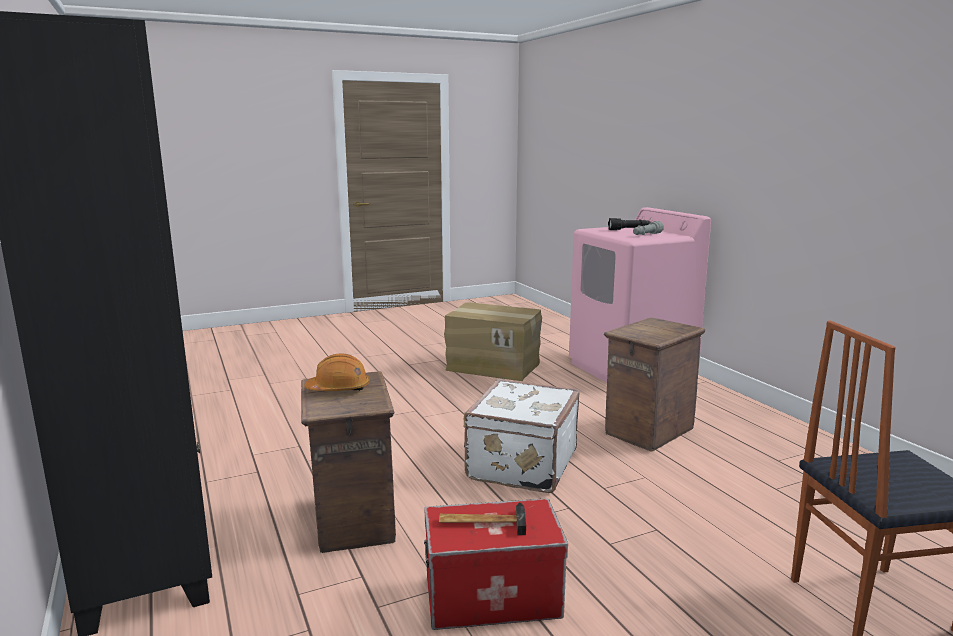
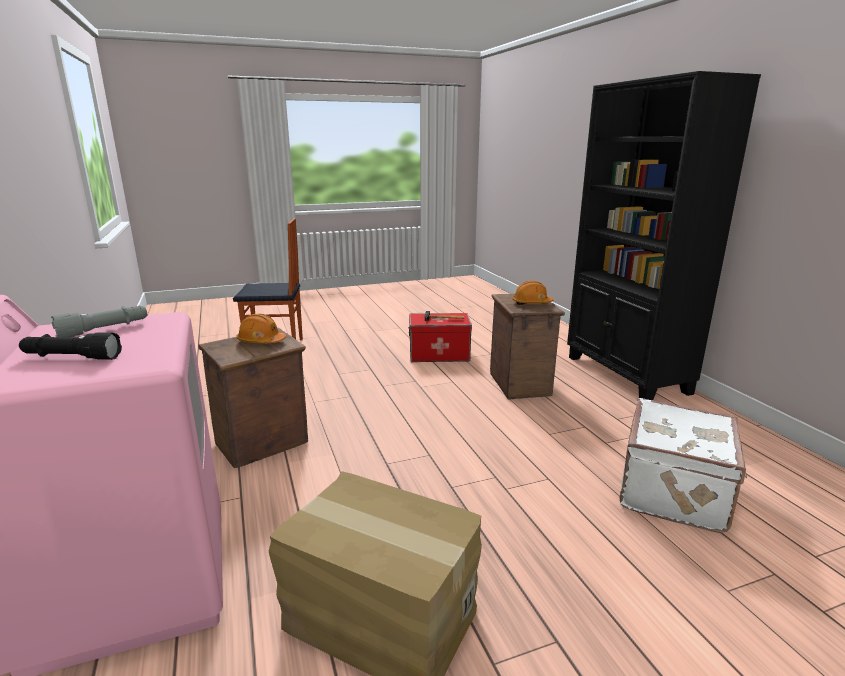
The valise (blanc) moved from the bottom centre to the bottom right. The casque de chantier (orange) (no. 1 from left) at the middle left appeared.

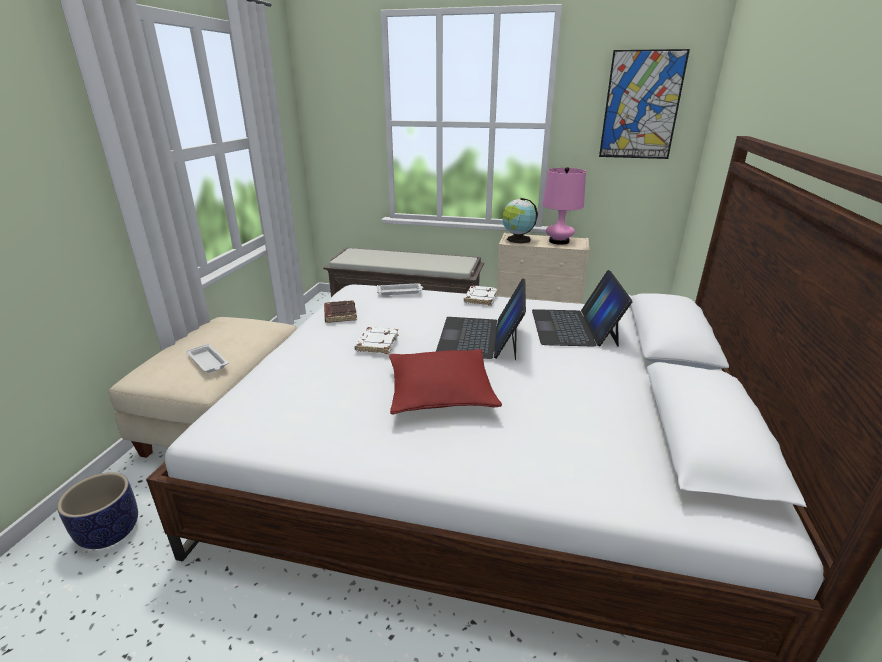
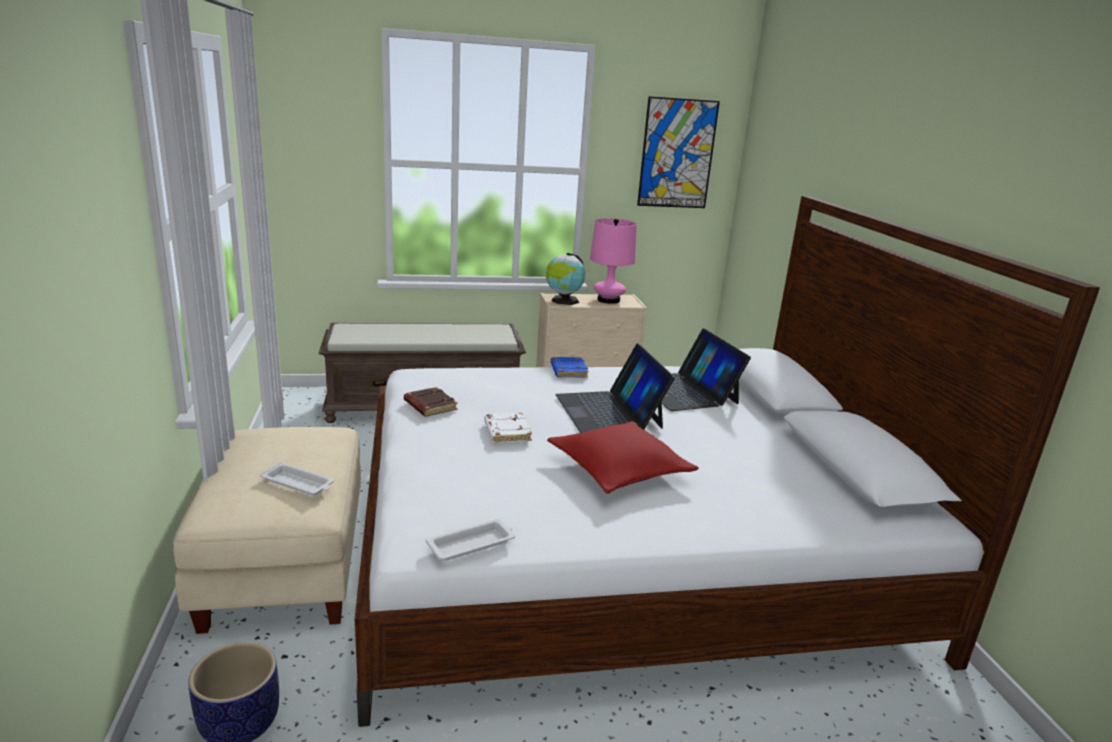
The plateau (blanc) (no. 2 from left) moved from the centre to the bottom centre. The livre (blanc) (no. 2 from left) at the centre became the livre (bleu) at the centre.

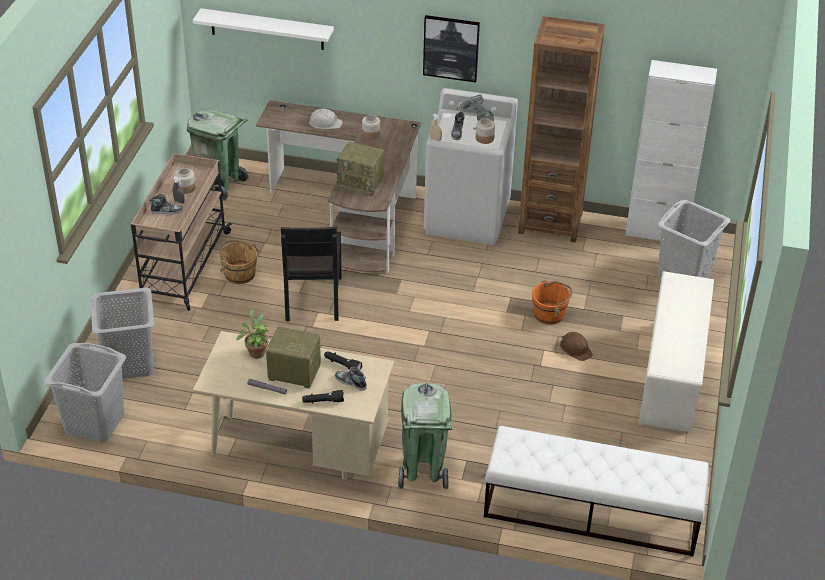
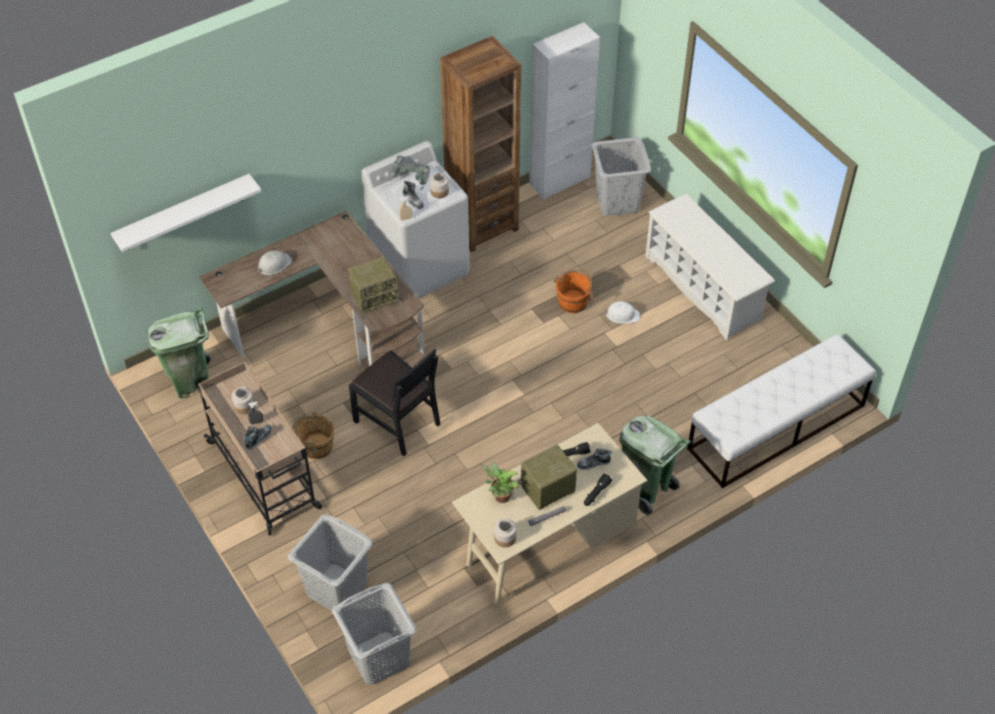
The bocal (no. 2 from left in the first image) moved from the top centre to the bottom centre. The tableau at the top centre disappeared. The casque de chantier (marron) at the middle right became the casque de chantier (blanc) (no. 2 from left) at the centre.

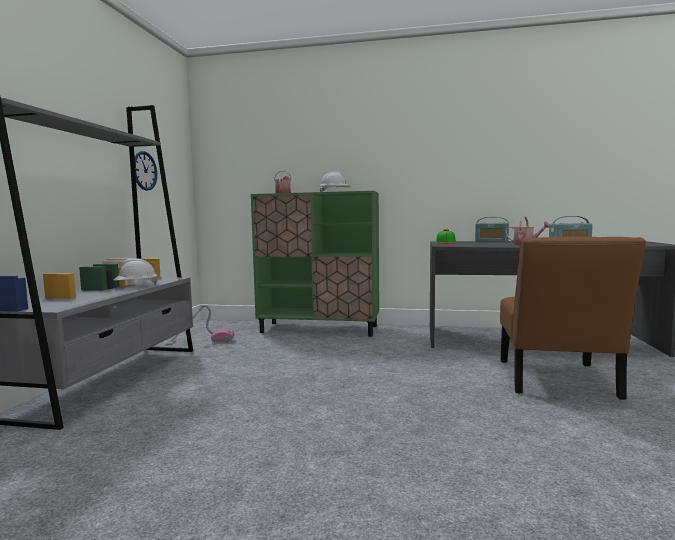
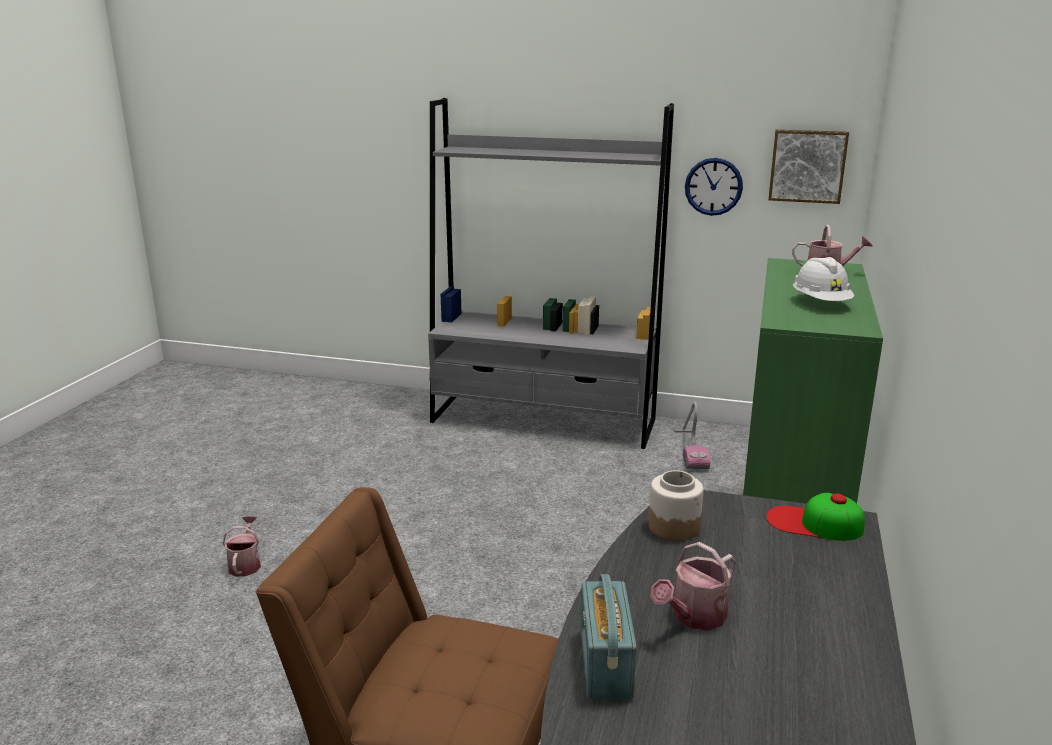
The casque de chantier (blanc) (no. 1 from left) at the middle left disappeared. The radio (no. 1 from left) at the middle right disappeared. The arrosoir (no. 1 from left) at the bottom left appeared. The bocal at the bottom centre appeared. The tableau at the top right appeared.

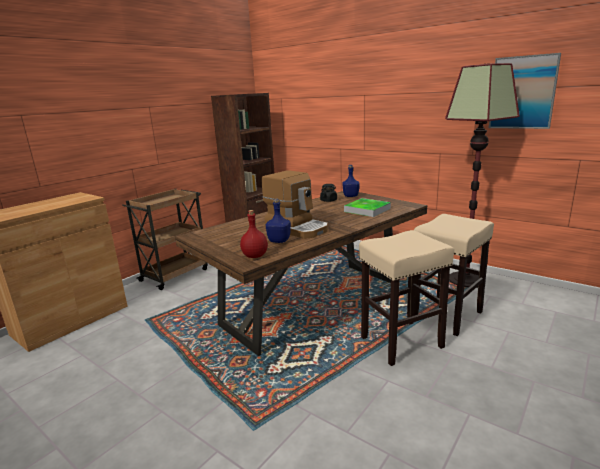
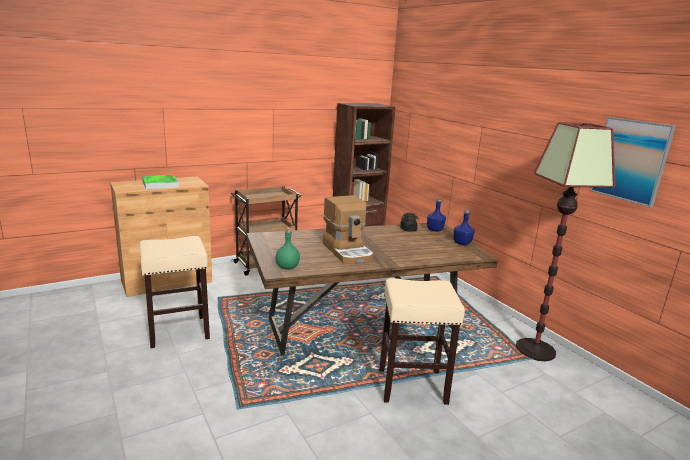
The bouteille (rouge) at the centre became the bouteille (vert) at the centre. The bouteille (bleu) (no. 1 from left in the first image) moved from the centre to the middle right. The plateau moved from the centre to the middle left. The tabouret (beige) (no. 2 from left in the first image) moved from the middle right to the middle left.

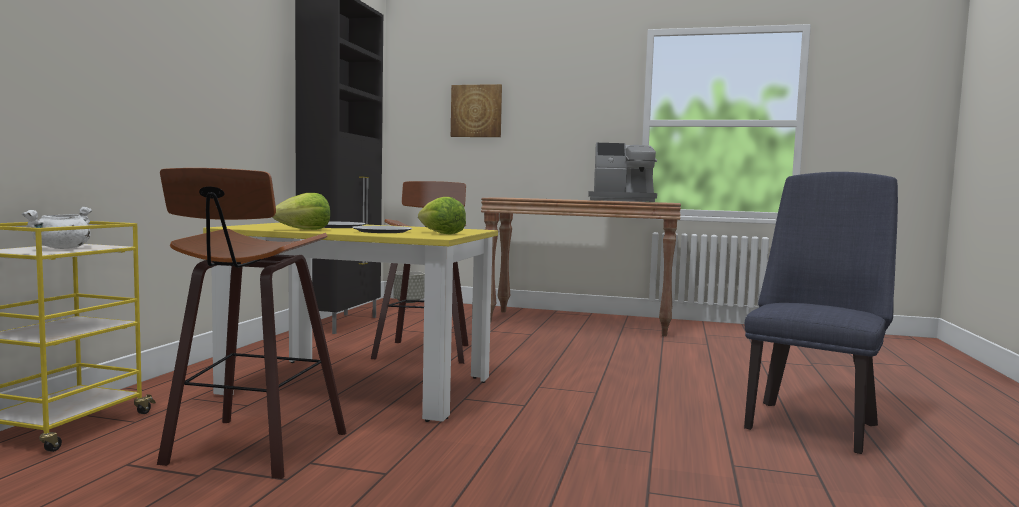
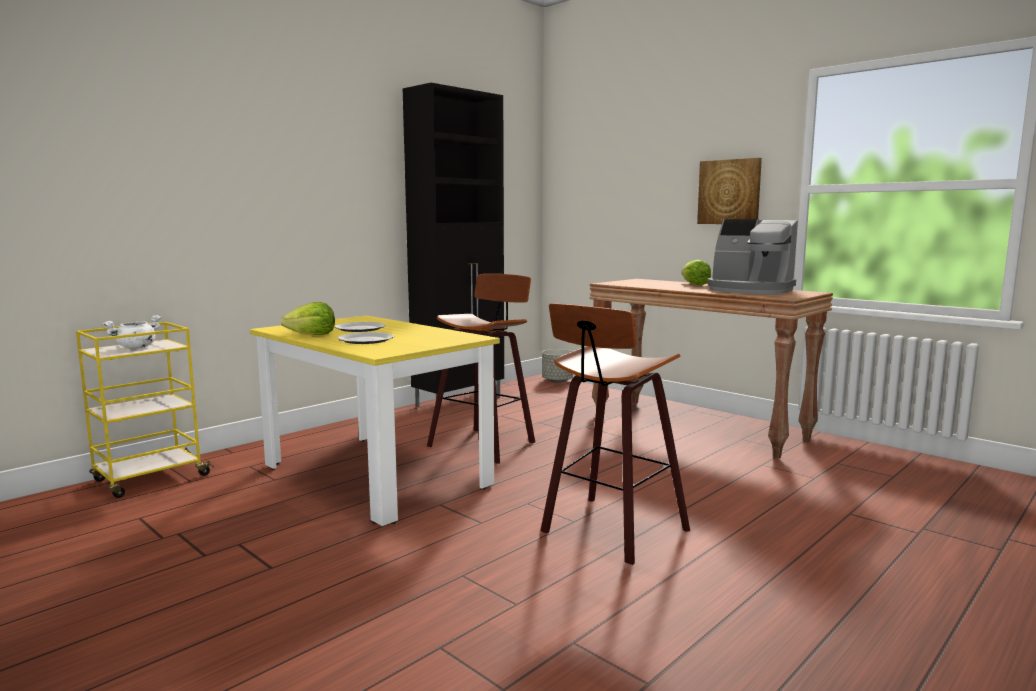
The tabouret (no. 1 from left in the first image) moved from the middle left to the centre. The laitue (no. 2 from left) moved from the centre to the middle right. The tableau moved from the top centre to the top right. The chaise (bleu) at the middle right disappeared.

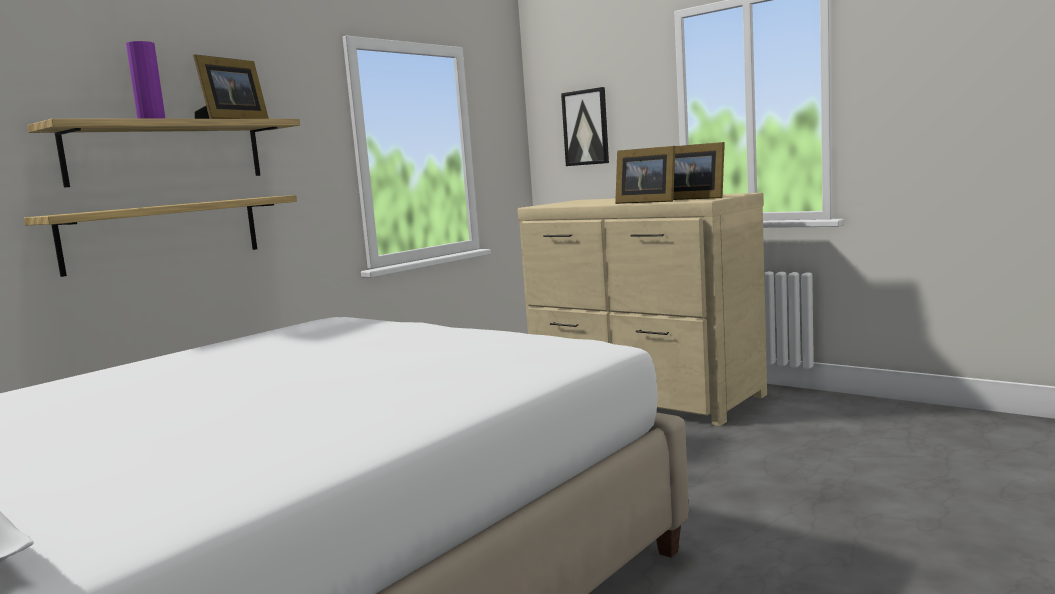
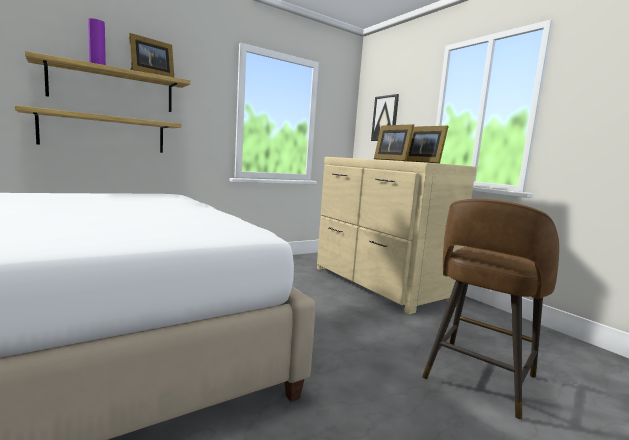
The tabouret (marron) at the bottom right appeared.

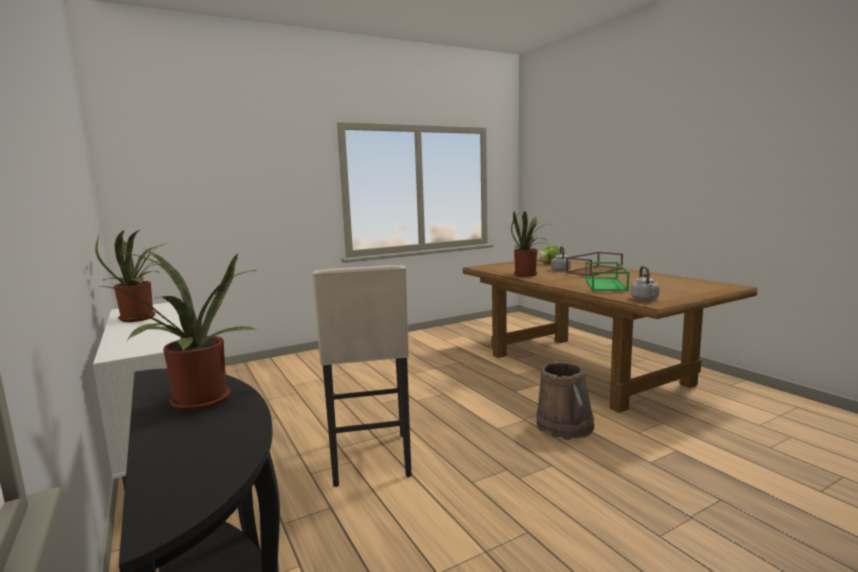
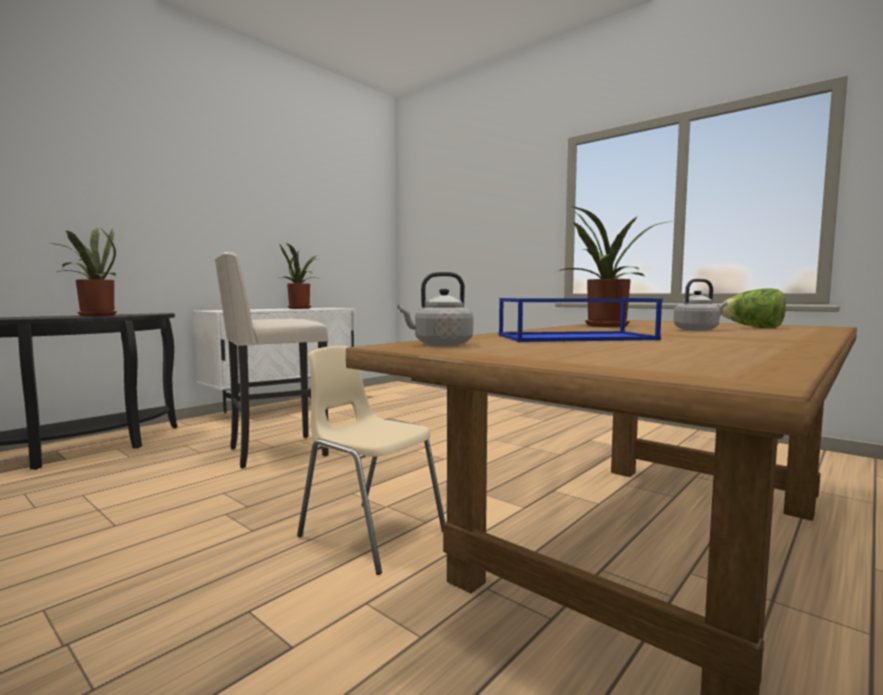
The seau (marron) at the bottom centre was replaced by the chaise (beige) at the centre. The plateau (marron) at the middle right disappeared. The plateau (vert) at the middle right became the plateau (bleu) at the centre.

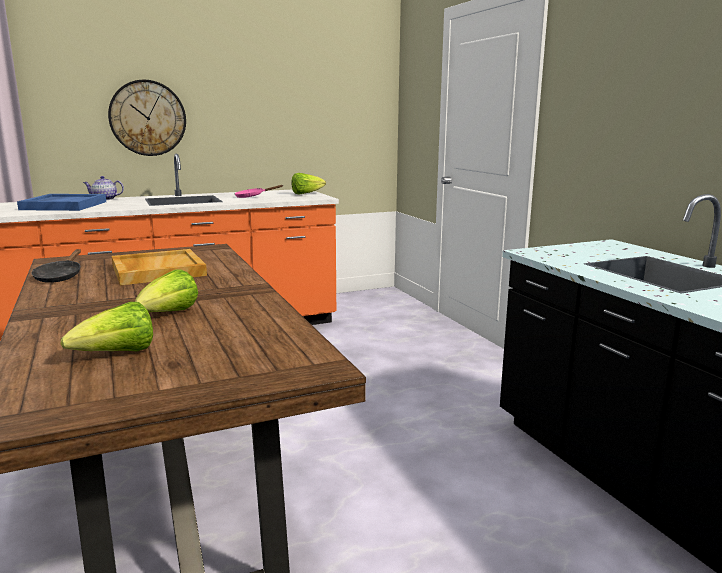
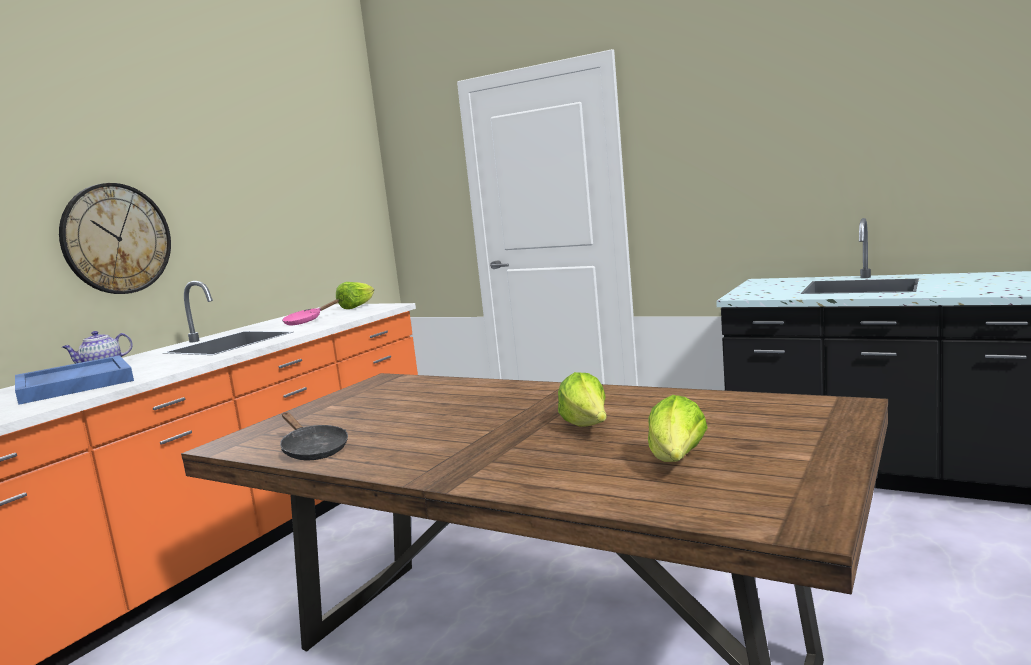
The plateau (beige) at the middle left disappeared.

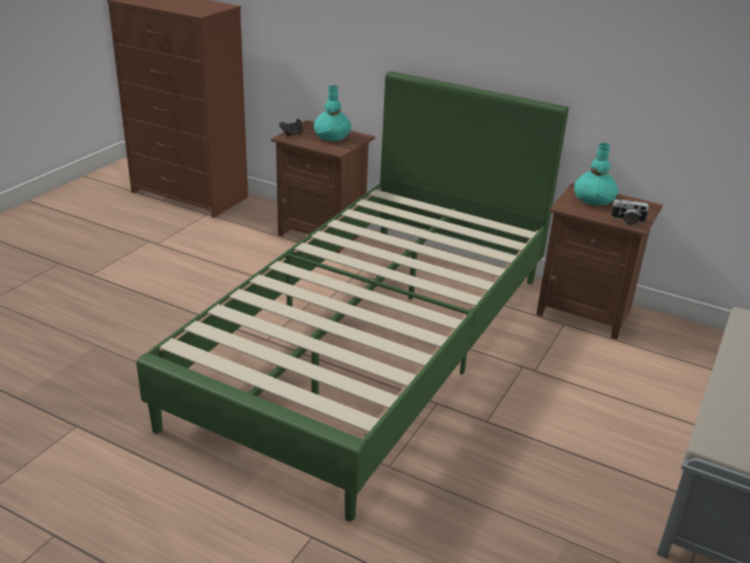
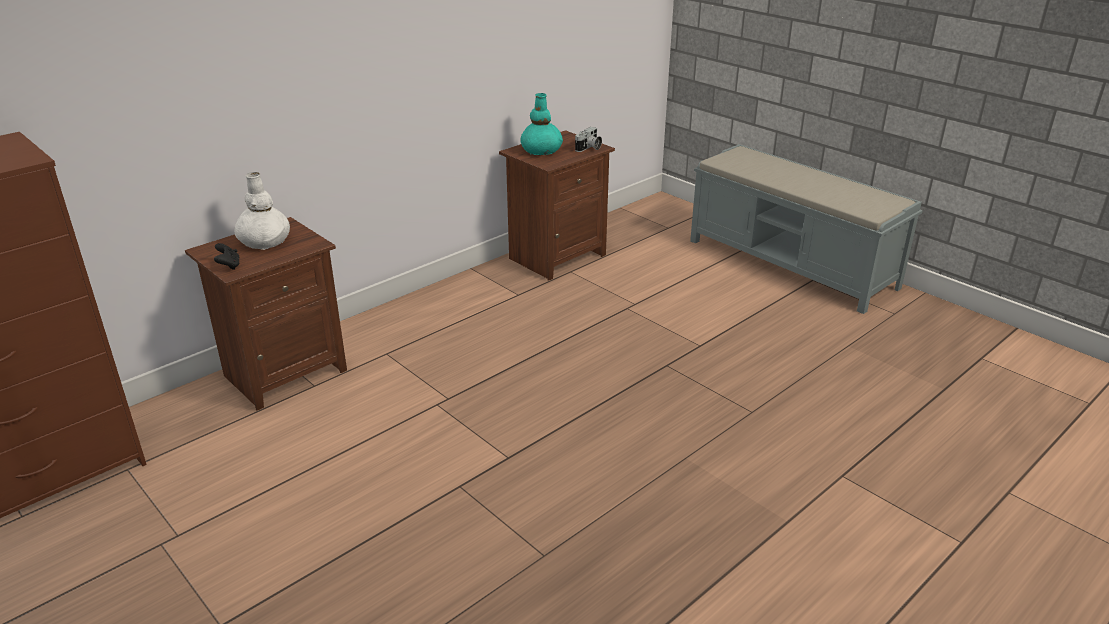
The lit (vert) at the centre disappeared. The vase (turquoise) (no. 1 from left) at the top centre became the vase (blanc) at the middle left.

